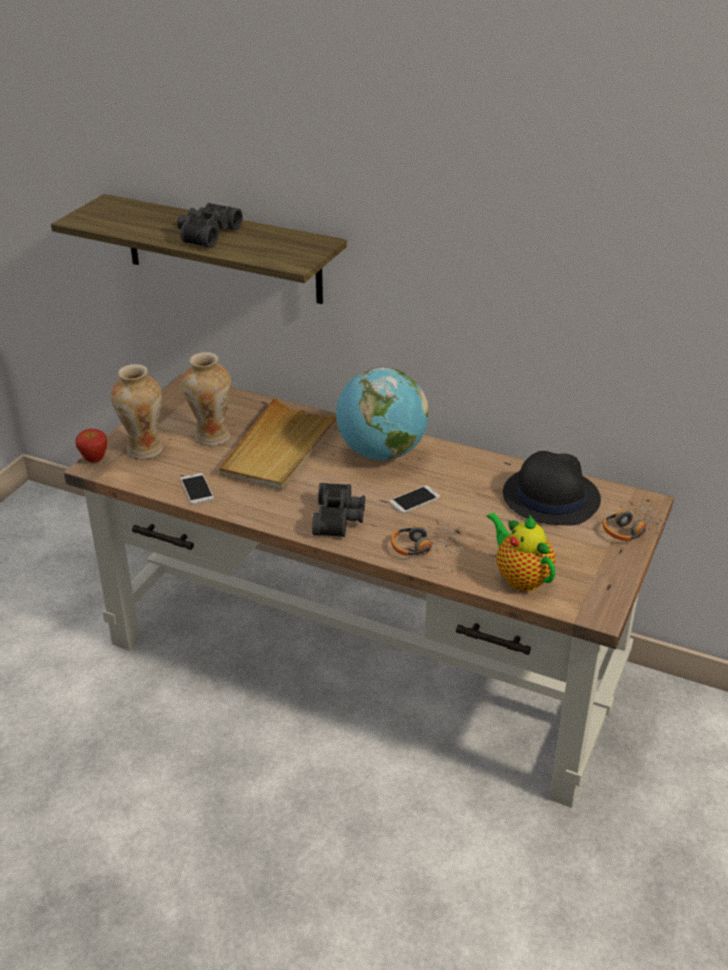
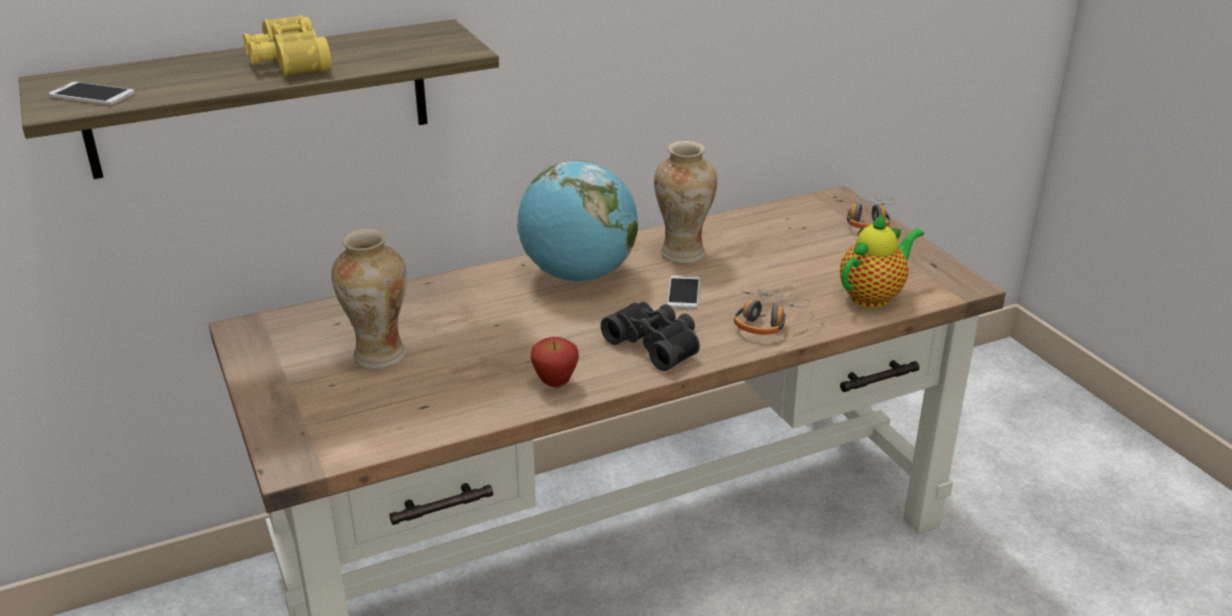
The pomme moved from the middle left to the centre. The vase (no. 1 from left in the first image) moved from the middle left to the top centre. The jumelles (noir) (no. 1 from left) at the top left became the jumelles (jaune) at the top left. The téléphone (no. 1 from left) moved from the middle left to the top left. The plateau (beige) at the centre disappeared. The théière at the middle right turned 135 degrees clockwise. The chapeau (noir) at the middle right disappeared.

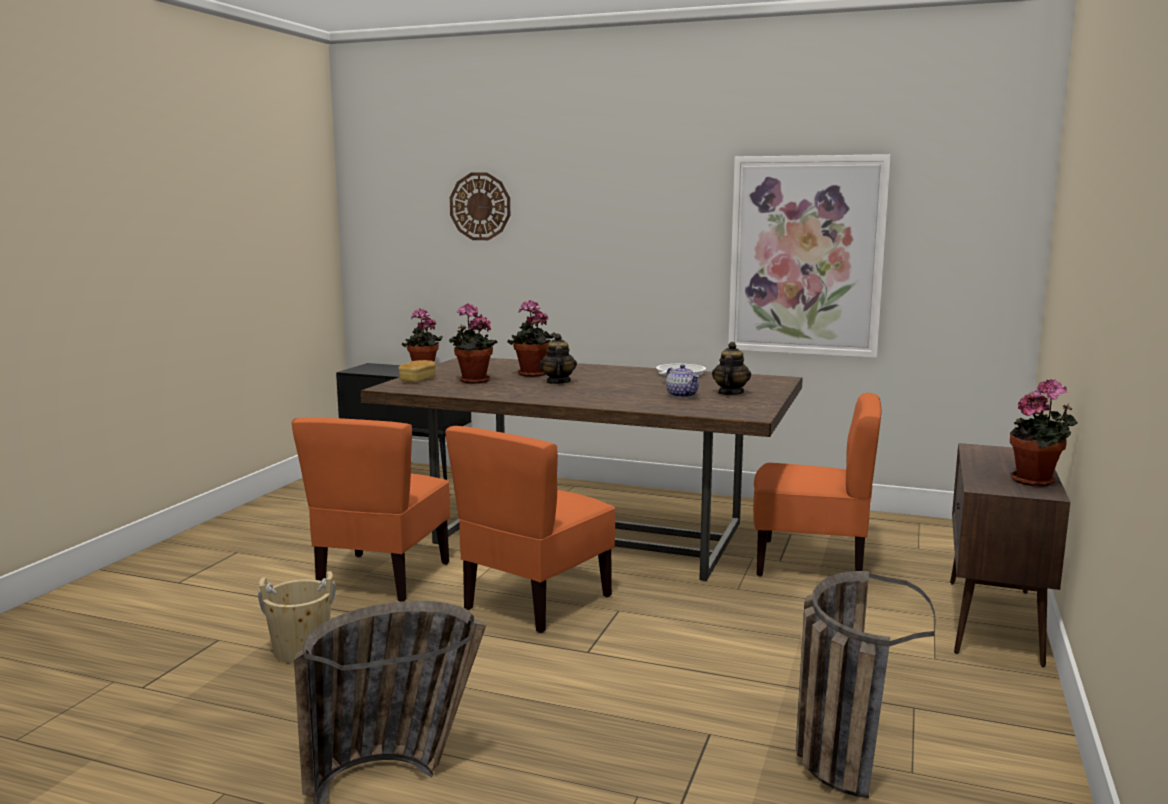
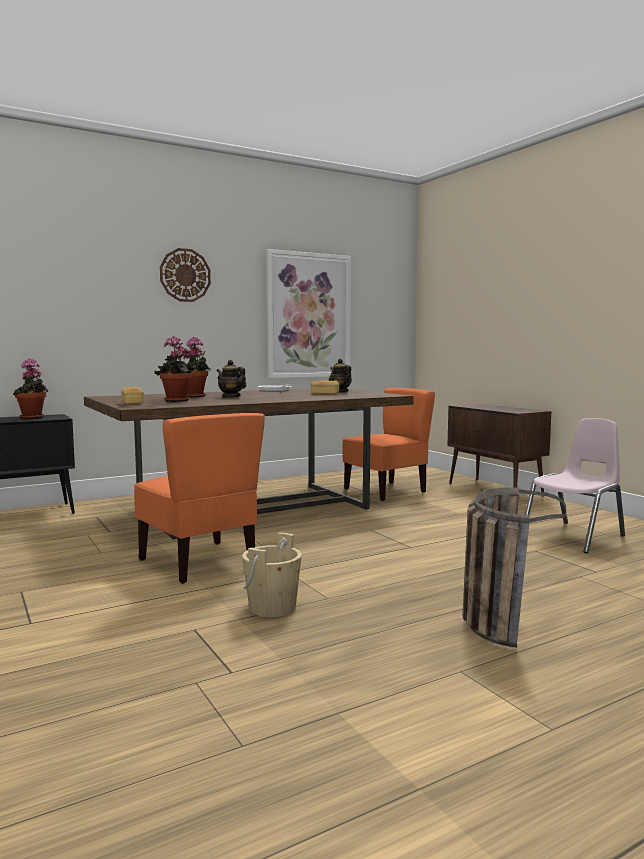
The chaise (orange) (no. 2 from left) at the centre disappeared. The horloge murale moved from the top centre to the top left. The théière (no. 2 from left) at the centre was replaced by the pain (no. 2 from left) at the centre. The panier (no. 2 from left) at the bottom right was replaced by the chaise (rose) at the middle right. The plante en pot (no. 4 from left) at the middle right disappeared.

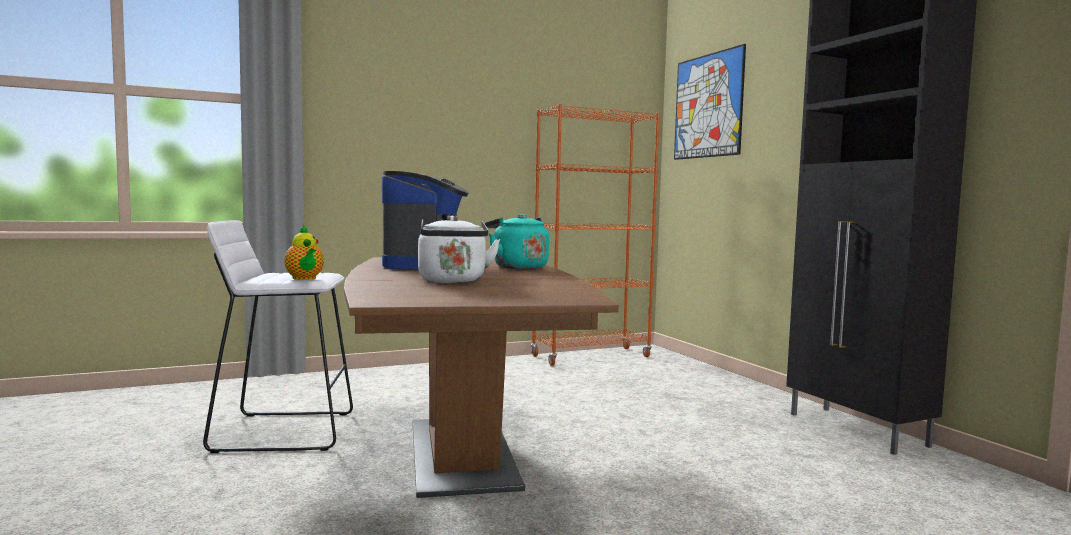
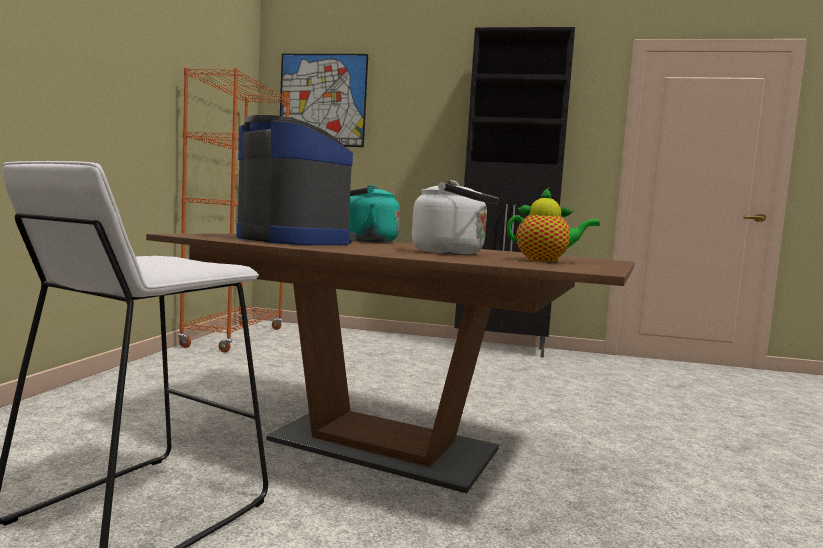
The théière moved from the middle left to the middle right.

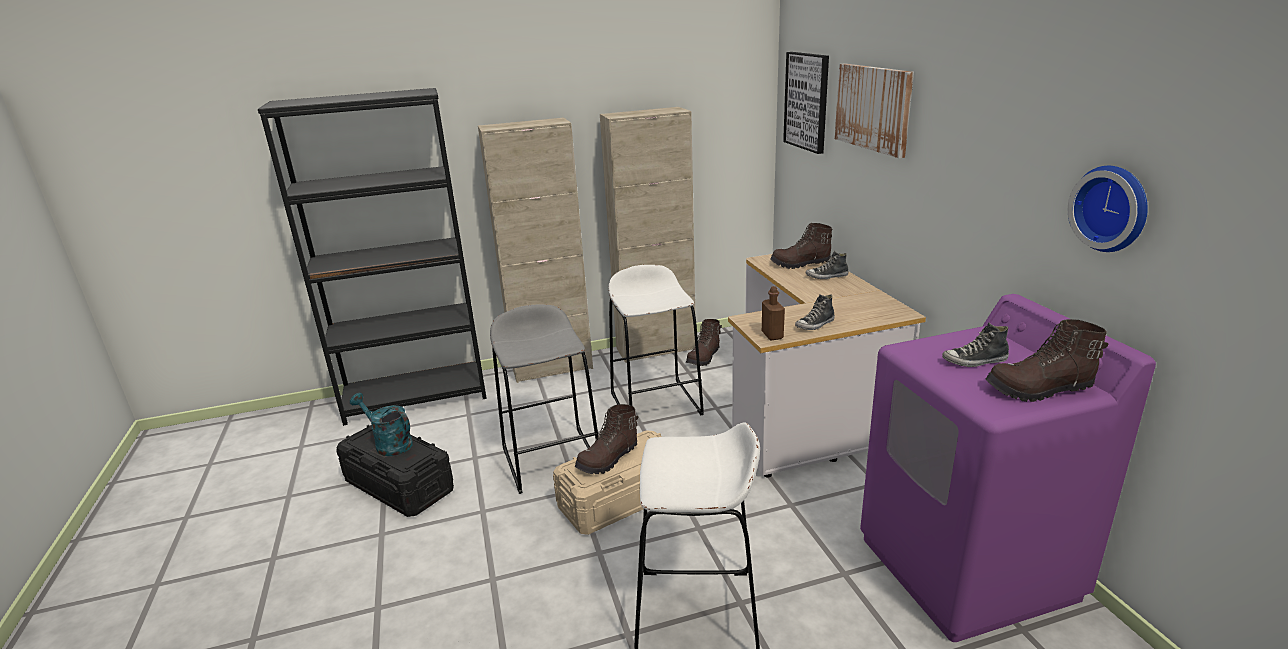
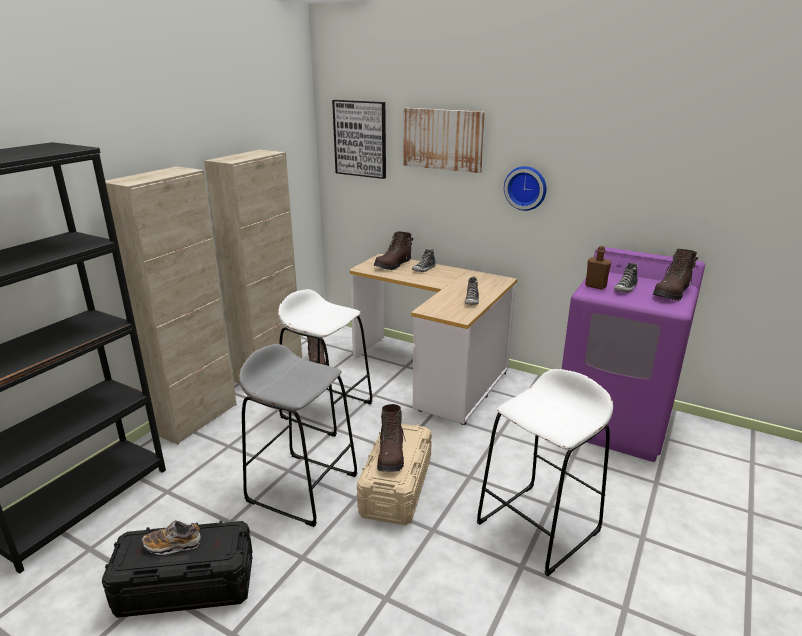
The arrosoir (turquoise) at the middle left was replaced by the chaussure (no. 1 from left) at the bottom left. The bouteille (marron) moved from the centre to the middle right. The horloge murale moved from the top right to the top centre.

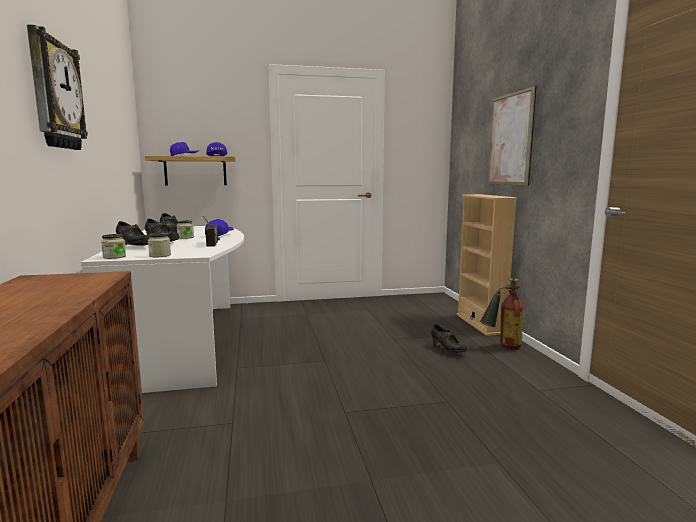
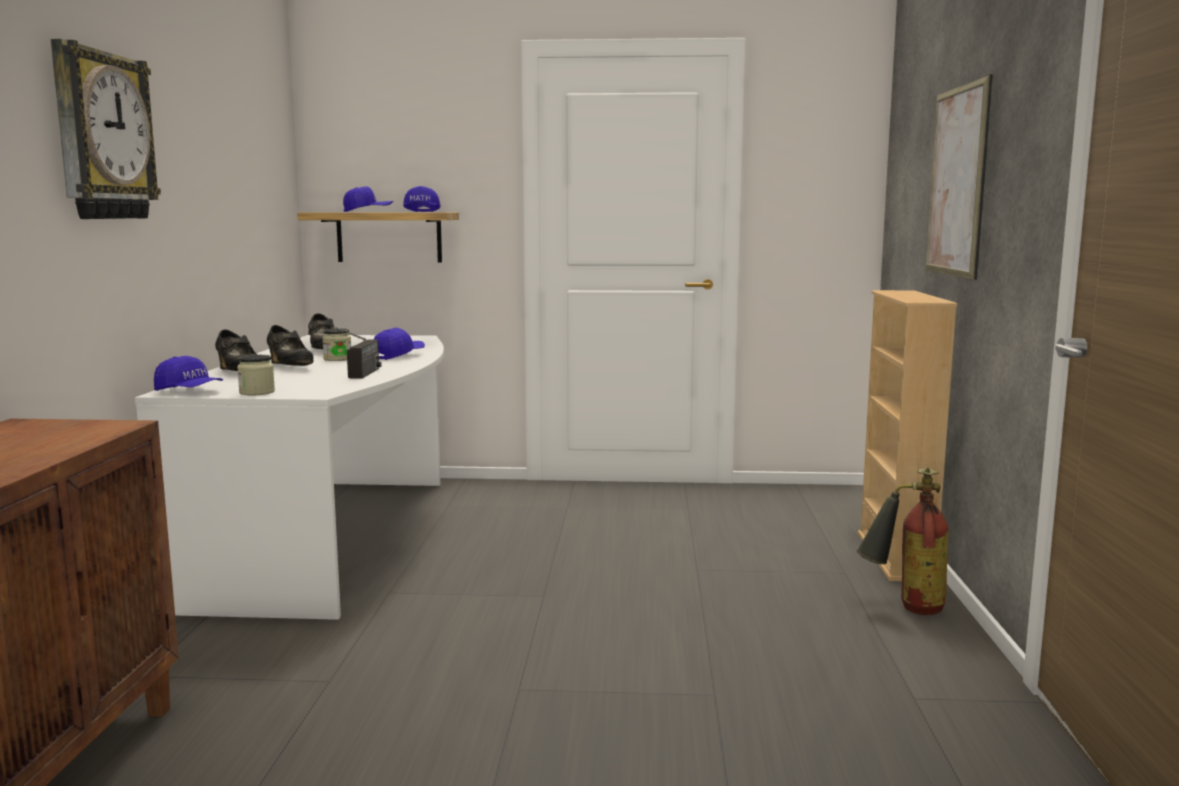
The bocal (no. 1 from left) at the middle left was replaced by the casquette (bleu) (no. 1 from left) at the middle left. The chaussure (noir) (no. 4 from left) at the centre disappeared.

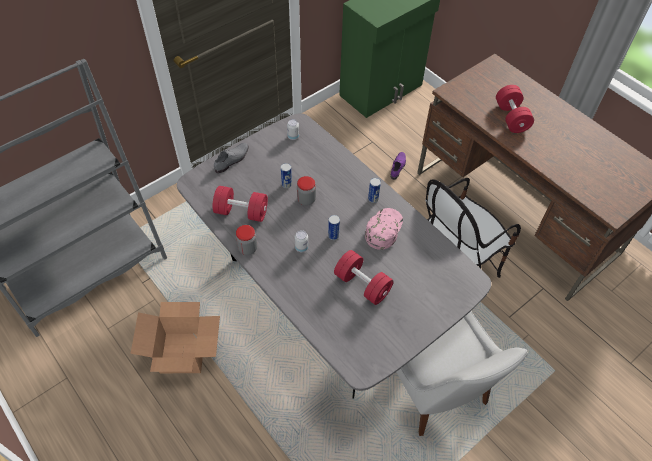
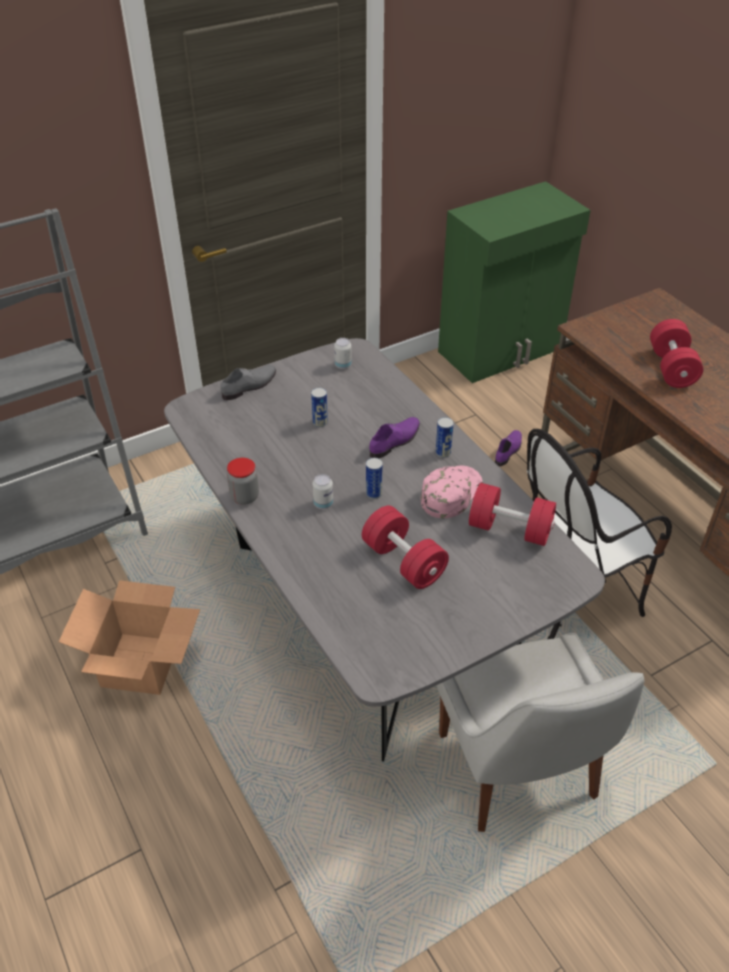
The haltère (rouge) (no. 1 from left in the first image) moved from the centre to the middle right. The bocal (no. 2 from left) at the centre disappeared. The chaussure (violet) (no. 1 from left) at the centre appeared.

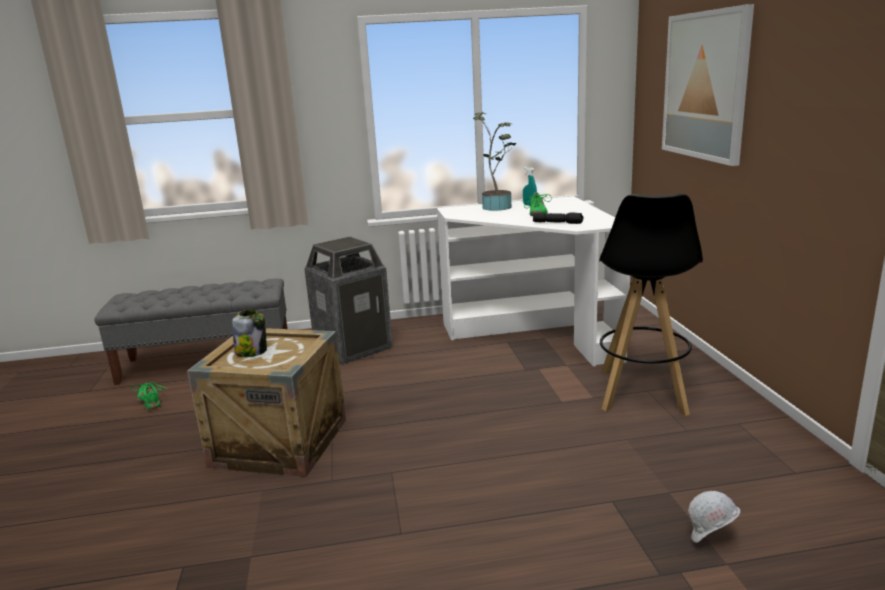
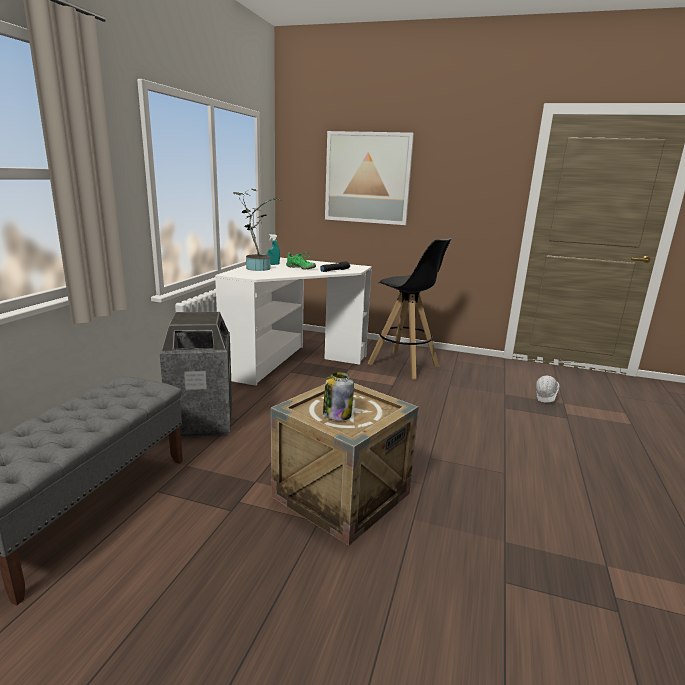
The chaussure (vert) (no. 1 from left) at the bottom left disappeared.

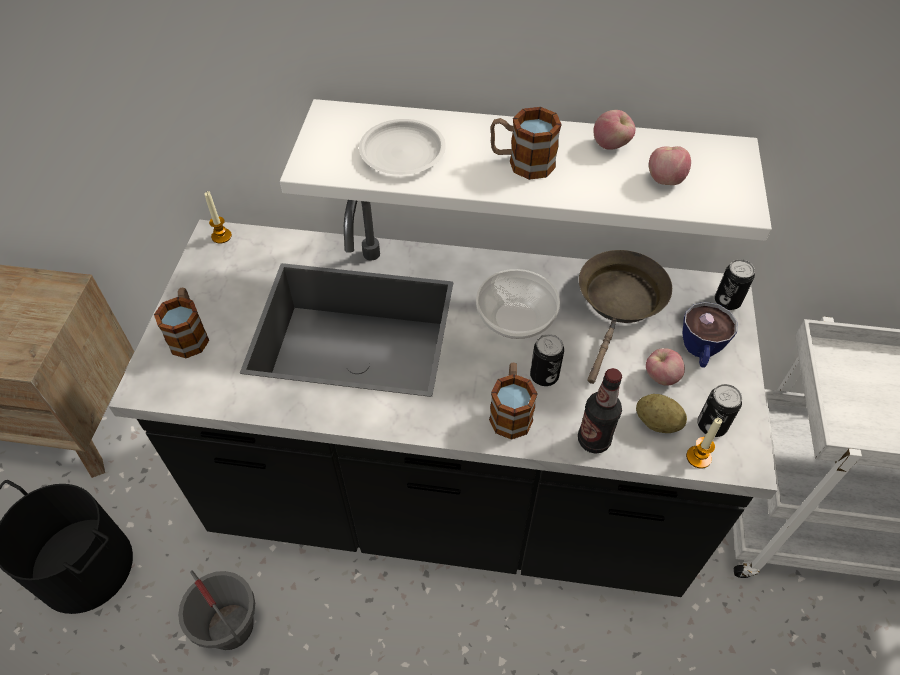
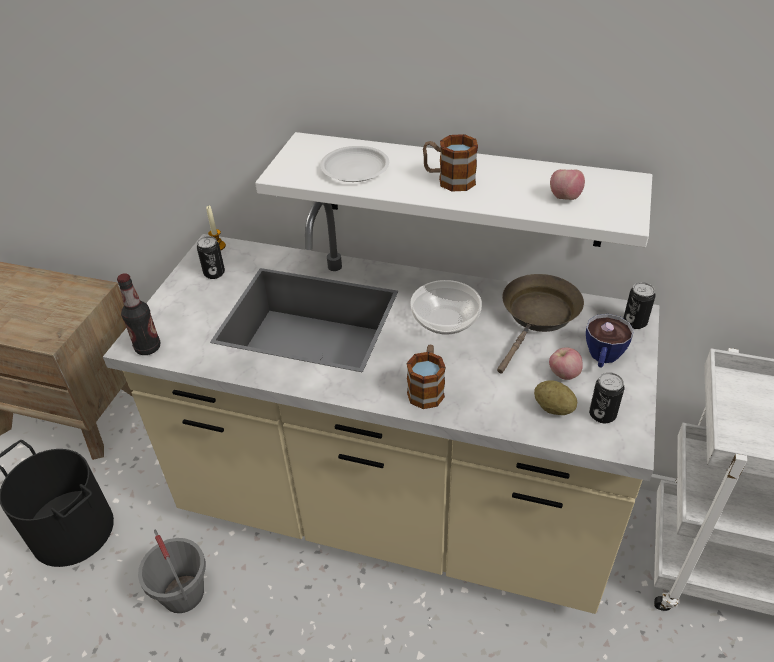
The comptoir de cuisine (noir) at the centre became the comptoir de cuisine (beige) at the centre. The mug (no. 1 from left) at the middle left disappeared. The boîte métallique (no. 1 from left) moved from the centre to the middle left. The bouteille moved from the middle right to the middle left. The pomme (no. 1 from left) at the top right disappeared. The bougie (no. 2 from left) at the middle right disappeared.

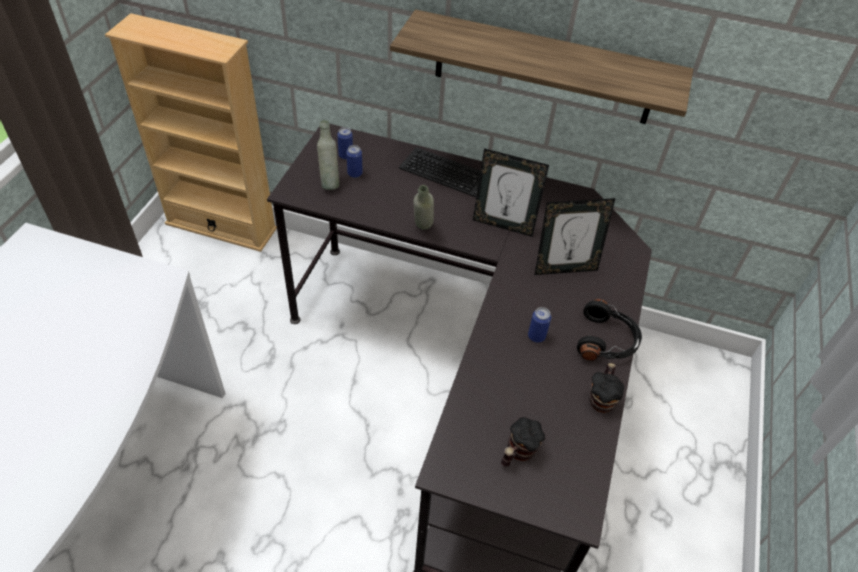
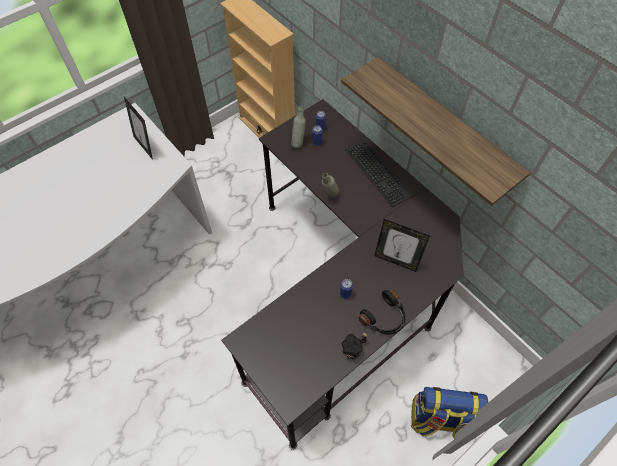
The cadre photo (no. 1 from left) moved from the centre to the top left. The mug (no. 1 from left) at the bottom centre disappeared. The sac à dos at the bottom right appeared.

